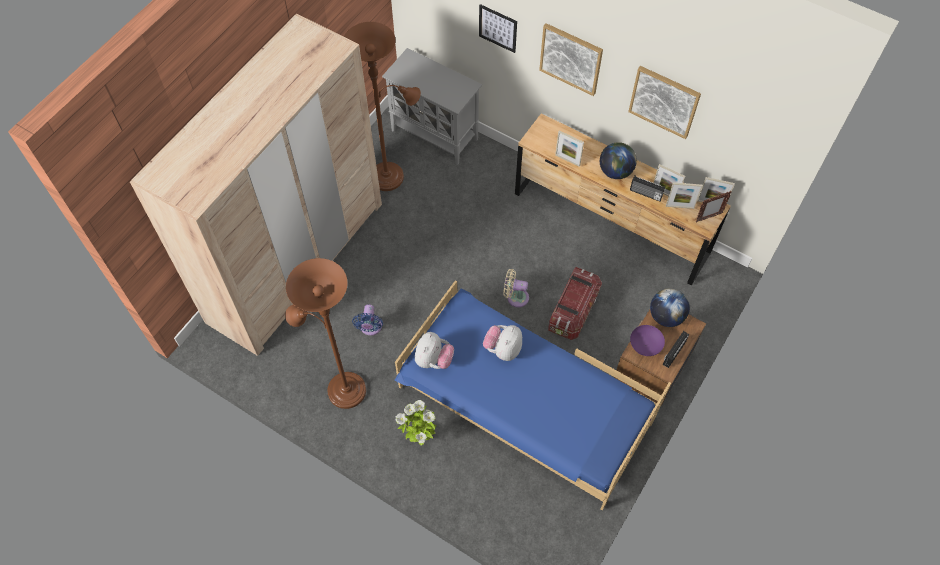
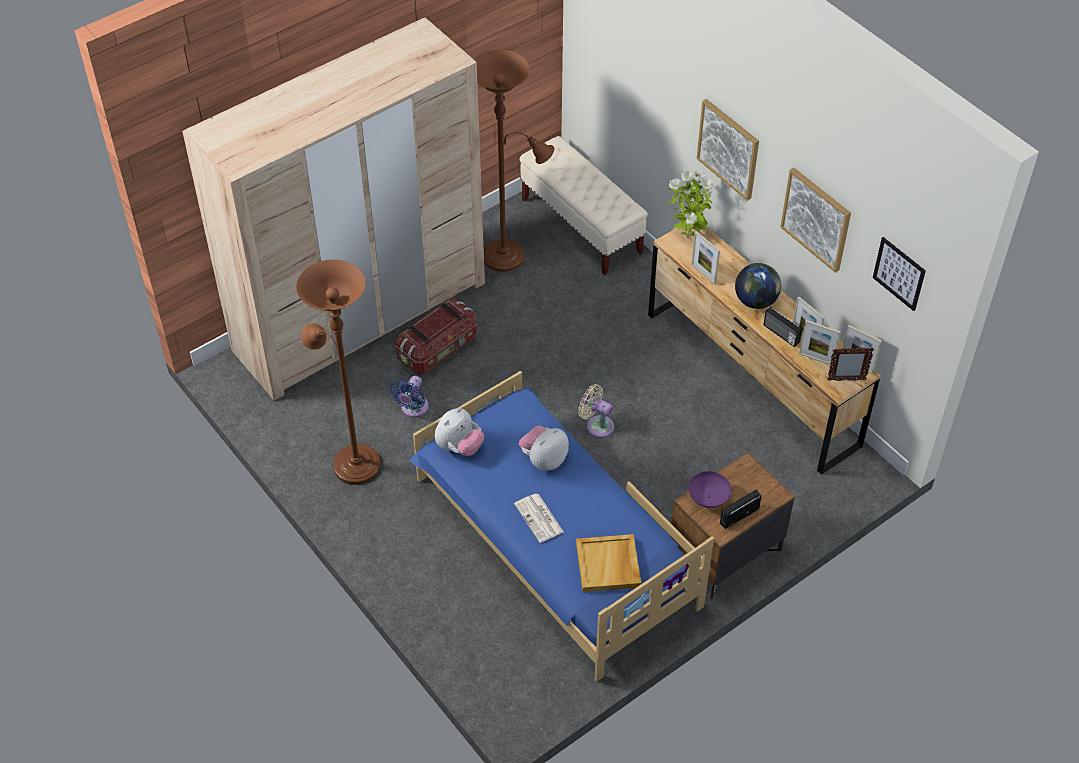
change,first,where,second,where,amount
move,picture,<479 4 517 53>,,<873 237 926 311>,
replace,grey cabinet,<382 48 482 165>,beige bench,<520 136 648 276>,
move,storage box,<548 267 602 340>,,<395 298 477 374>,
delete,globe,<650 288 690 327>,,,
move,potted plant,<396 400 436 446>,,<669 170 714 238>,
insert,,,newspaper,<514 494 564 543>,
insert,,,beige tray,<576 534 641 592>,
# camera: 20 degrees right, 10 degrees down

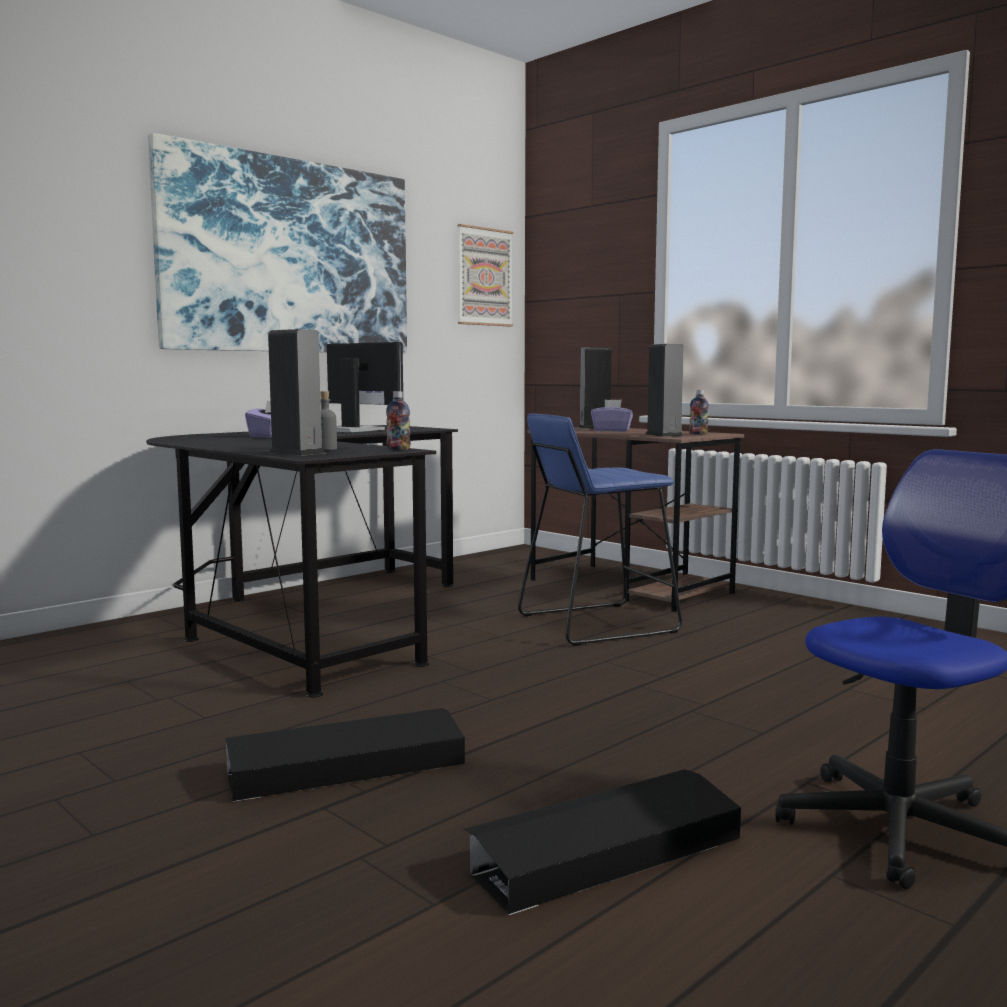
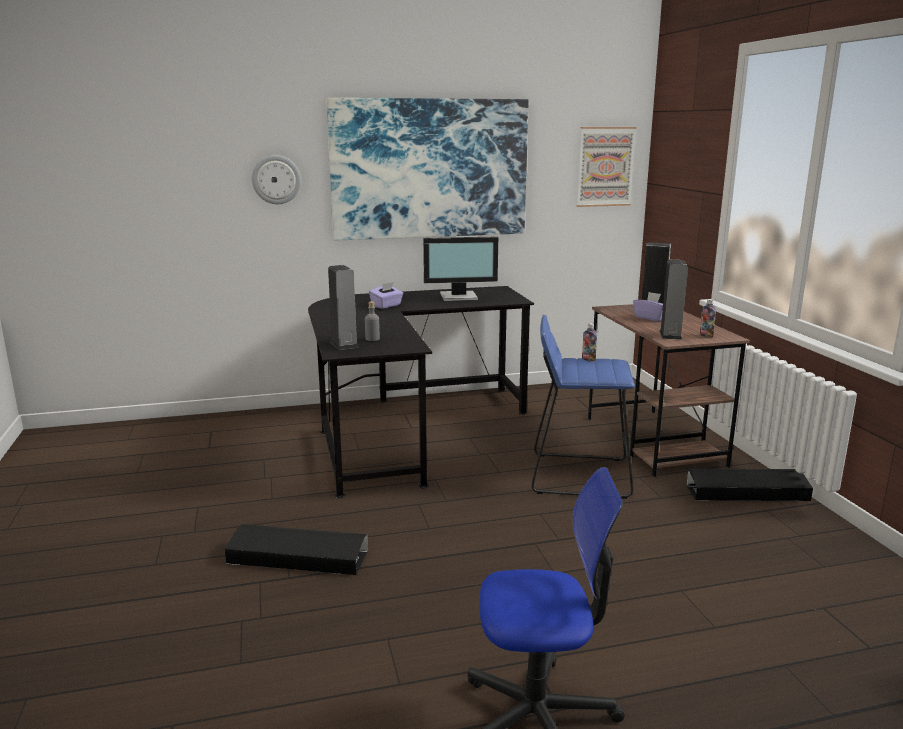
change,first,where,second,where,amount
rotate,monitor,<327 342 403 432>,,<423 236 498 301>,105 degrees clockwise
move,bottle,<386 391 411 450>,,<582 323 597 361>,
move,black storage box,<463 769 741 915>,,<687 469 813 501>,
insert,,,wall clock,<252 155 301 204>,
# camera: 30 degrees right, 10 degrees up

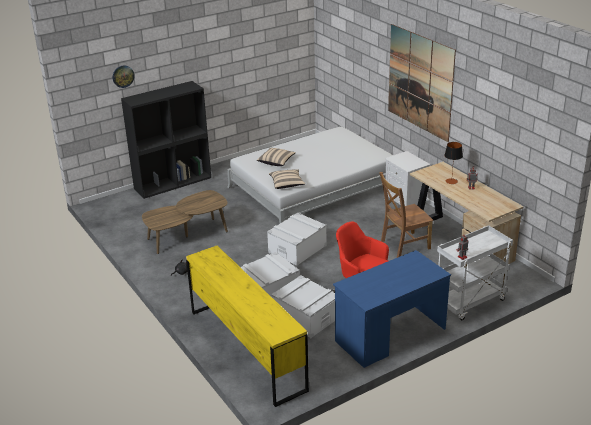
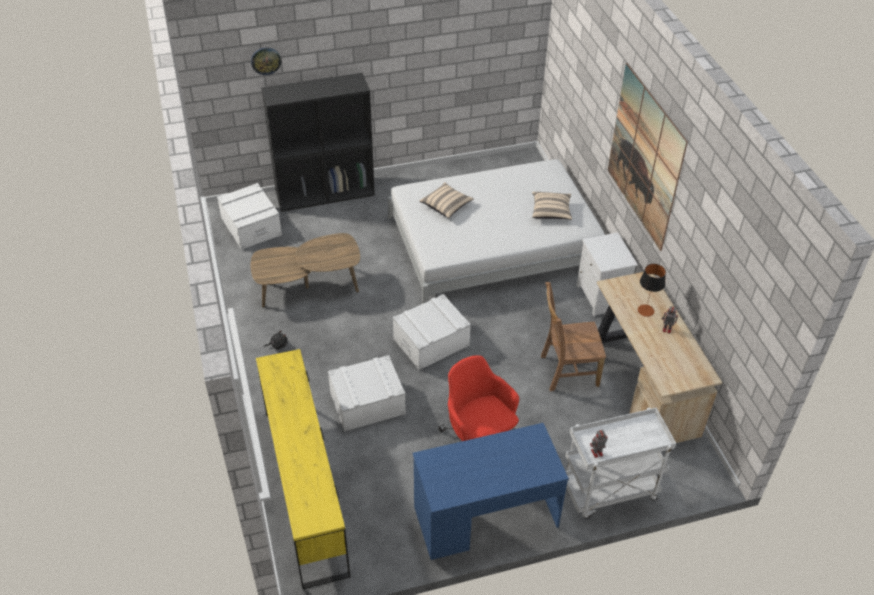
change,first,where,second,where,amount
move,beige pillow,<269 170 305 189>,,<532 192 572 220>,
move,white storage box,<271 275 335 338>,,<217 183 282 250>,
# camera: 15 degrees right, 15 degrees up

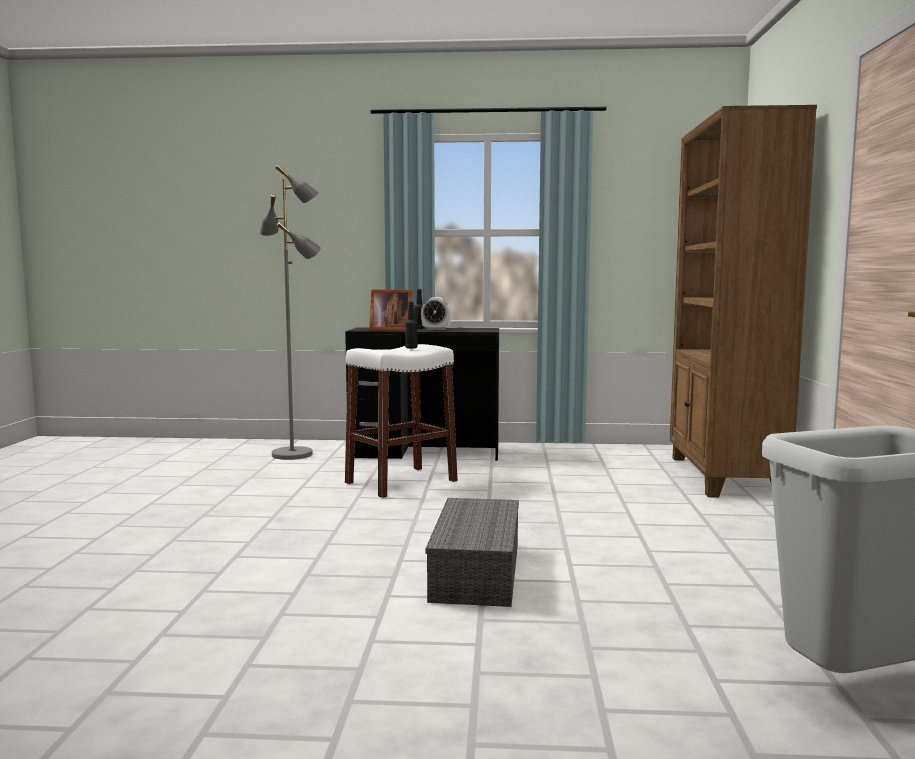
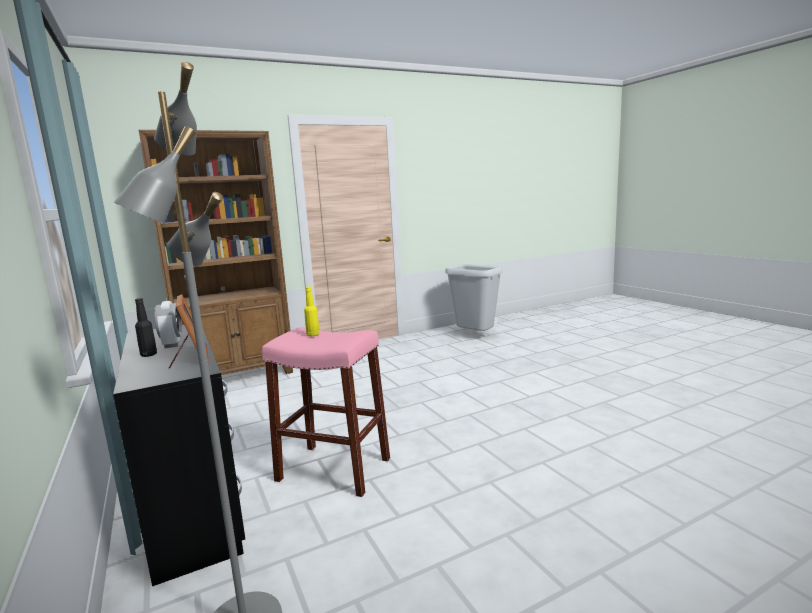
change,first,where,second,where,amount
recolor,black bottle,<405 302 418 349>,yellow bottle,<304 286 320 336>,
recolor,white stool,<345 344 458 498>,pink stool,<262 327 390 497>,
delete,grey storage box,<426 498 519 607>,,,
# camera: 120 degrees left, 5 degrees up

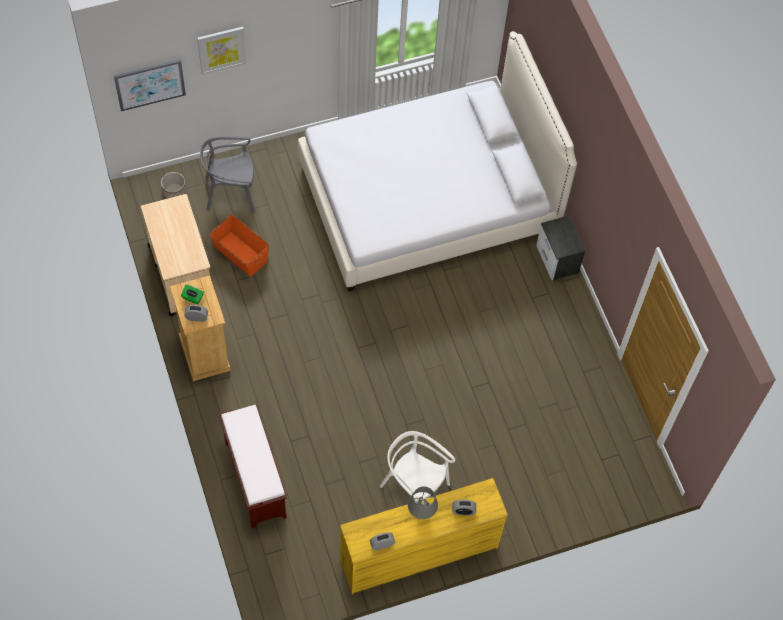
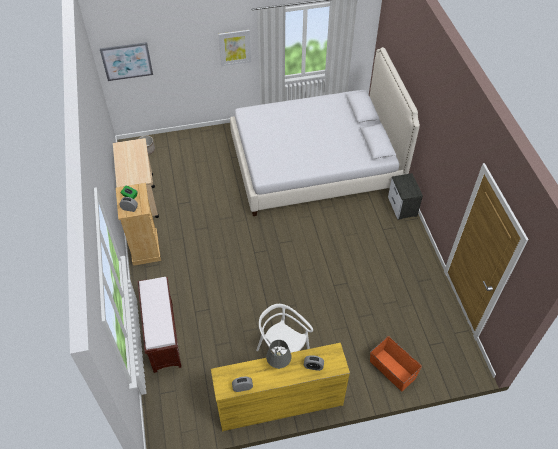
change,first,where,second,where,amount
move,picture,<197 27 247 75>,,<218 30 251 66>,
delete,grey chair,<200 136 255 213>,,,
move,orange storage box,<209 214 269 277>,,<370 336 422 391>,
# camera: 10 degrees right, 10 degrees down

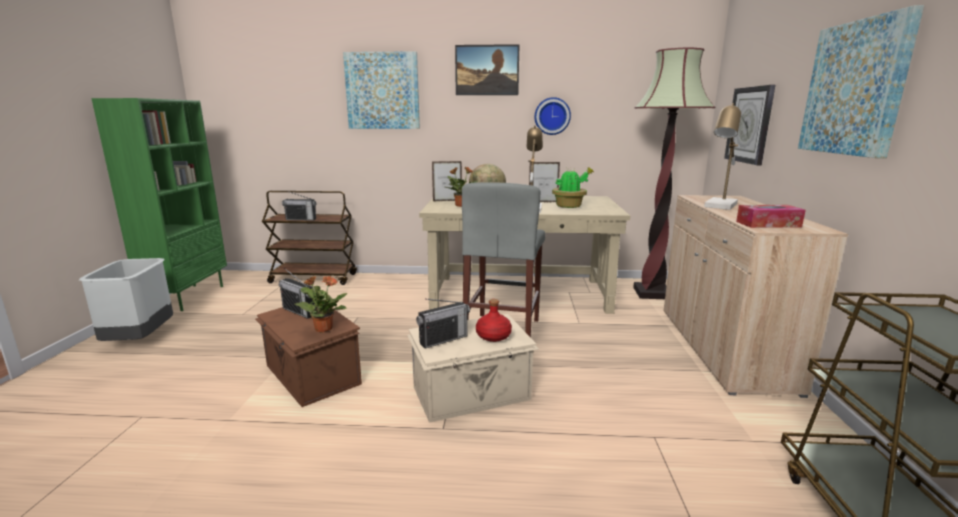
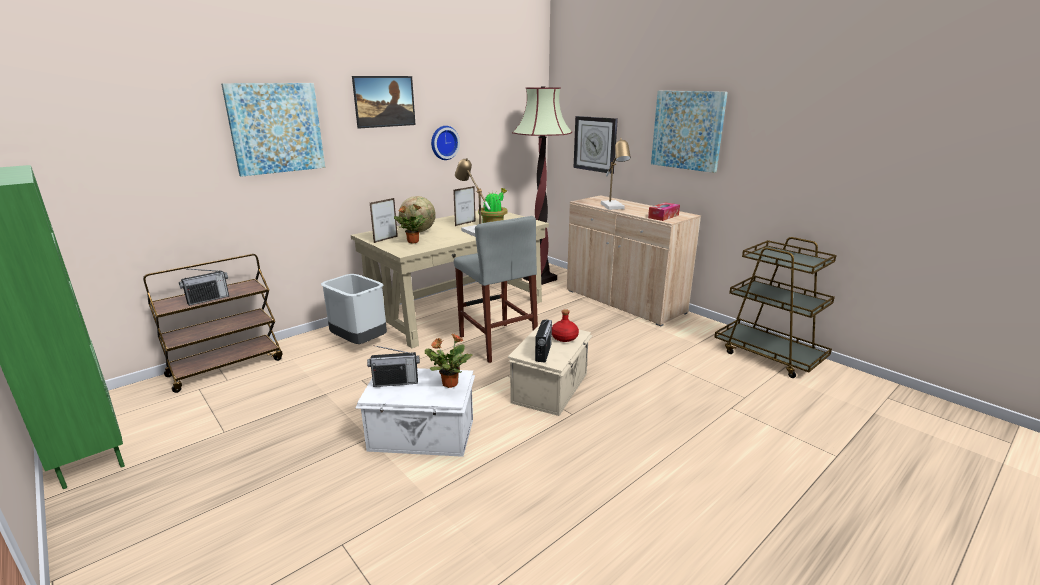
change,first,where,second,where,amount
move,grey trash can,<79 258 173 341>,,<321 274 387 344>,
recolor,brown storage box,<255 299 362 407>,white storage box,<355 368 475 457>,
# camera: 45 degrees left, 5 degrees up

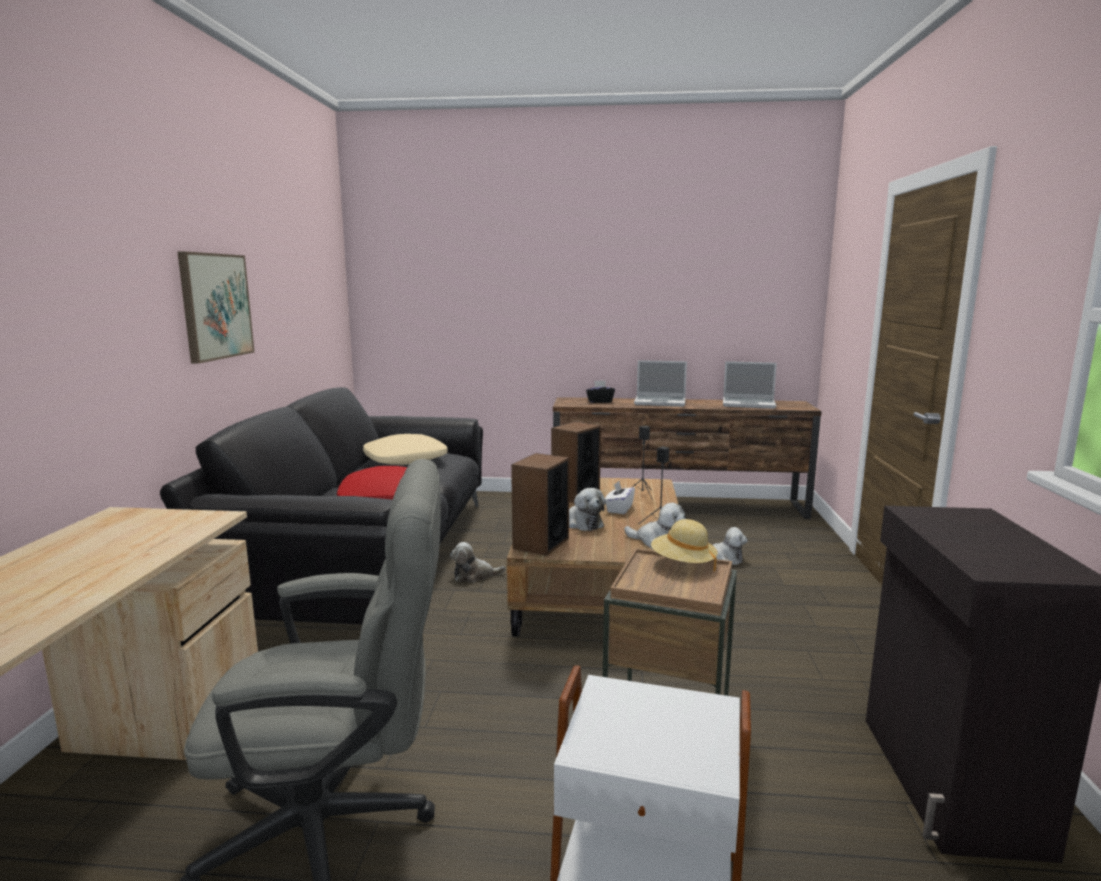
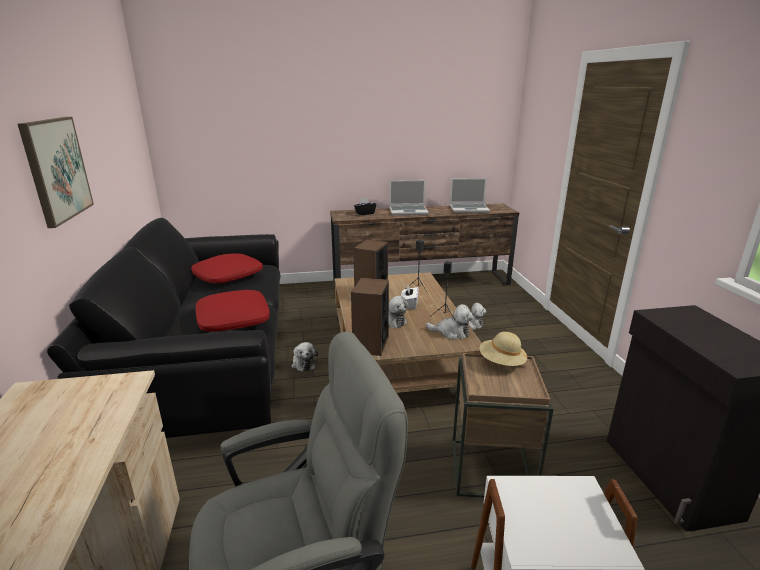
change,first,where,second,where,amount
recolor,beige pillow,<363 434 448 465>,red pillow,<191 253 263 283>,
rotate,plush toy,<450 542 506 583>,,<292 342 318 372>,90 degrees counterclockwise
# camera: 15 degrees left, 10 degrees up

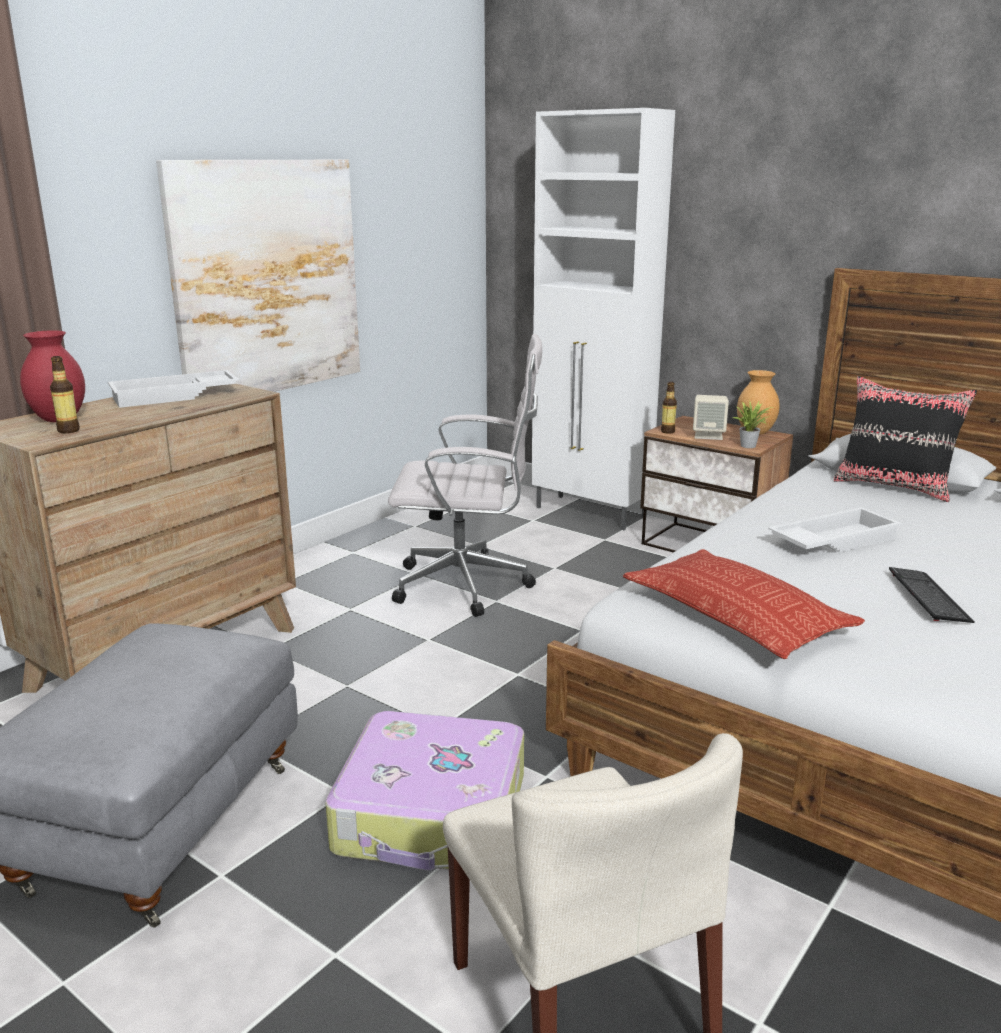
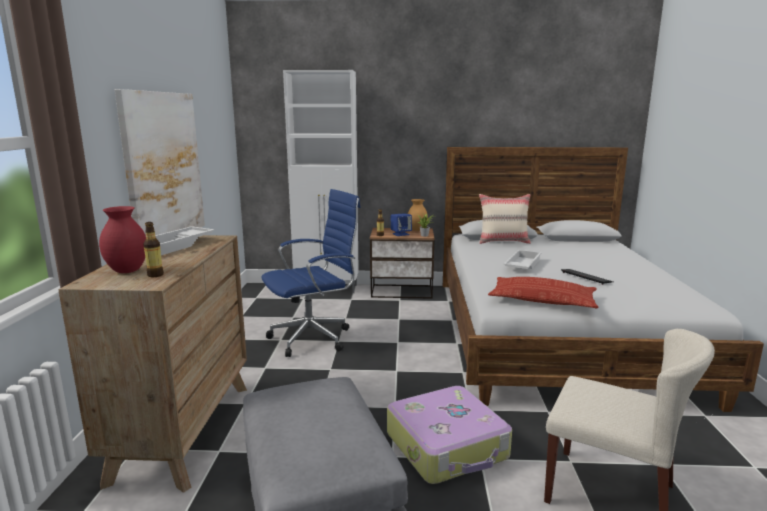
change,first,where,second,where,amount
recolor,white office chair,<388 334 542 617>,blue office chair,<262 189 360 357>,
recolor,black pillow,<834 376 977 502>,beige pillow,<479 194 531 244>,
recolor,beige speaker,<693 395 729 440>,blue speaker,<390 213 412 236>,
# camera: 35 degrees left, 5 degrees down

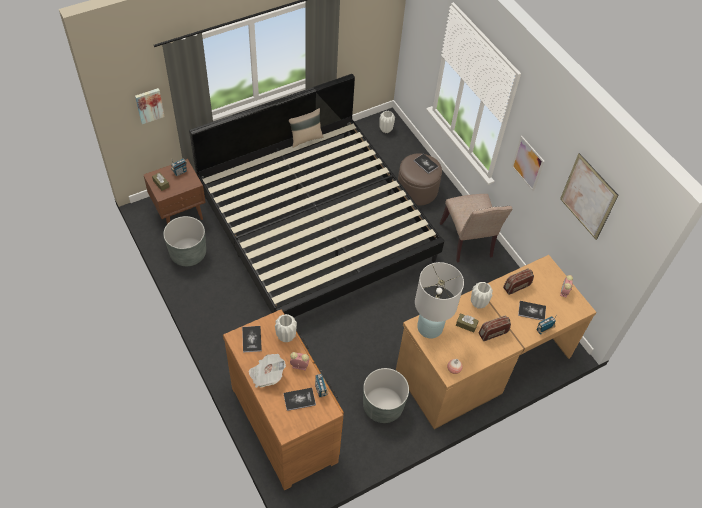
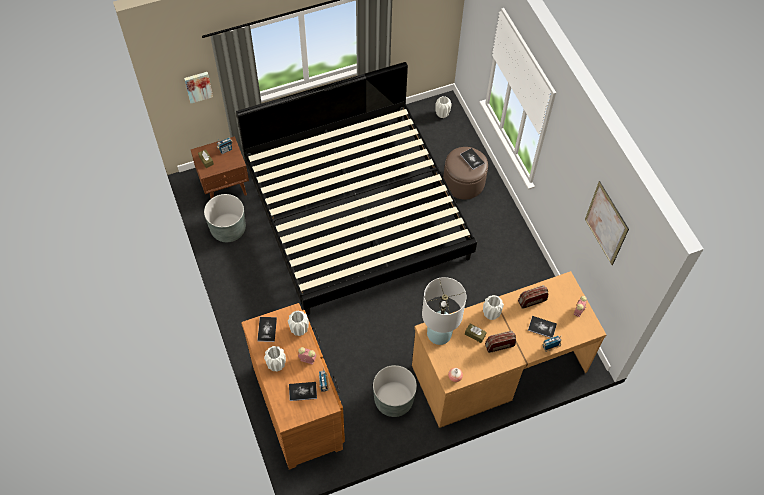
change,first,where,second,where,amount
delete,beige pillow,<289 108 324 148>,,,
delete,picture,<511 136 545 191>,,,
delete,beige chair,<440 194 512 262>,,,
replace,newspaper,<249 354 286 388>,white vase,<264 346 286 372>,
# camera: 10 degrees right, 5 degrees up

